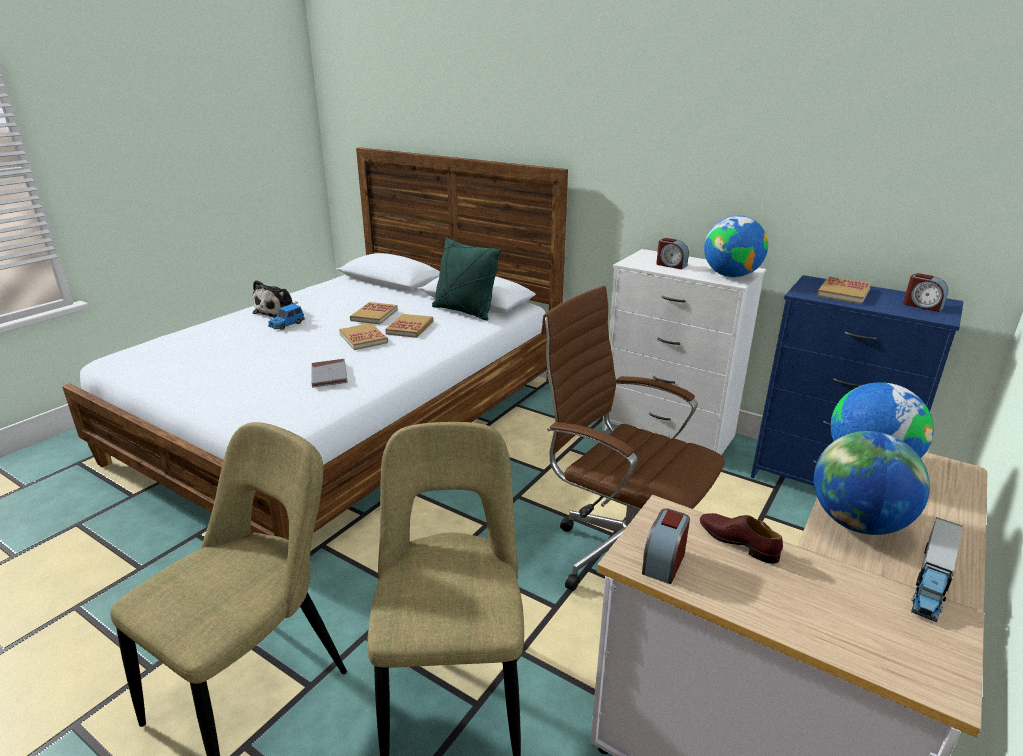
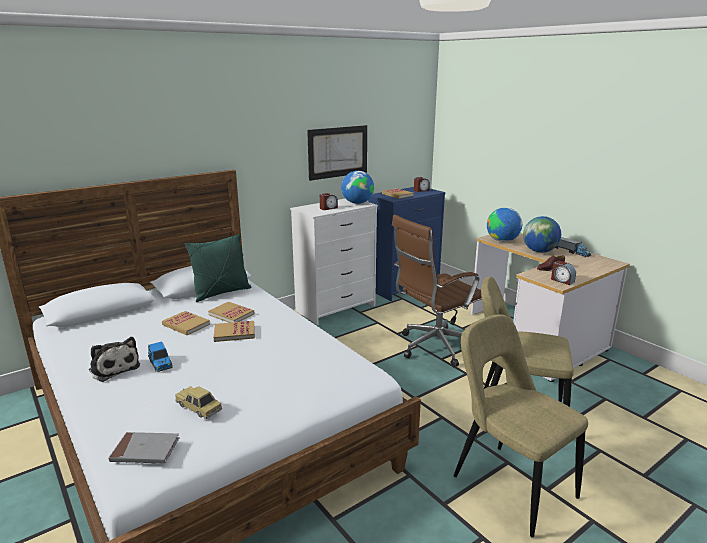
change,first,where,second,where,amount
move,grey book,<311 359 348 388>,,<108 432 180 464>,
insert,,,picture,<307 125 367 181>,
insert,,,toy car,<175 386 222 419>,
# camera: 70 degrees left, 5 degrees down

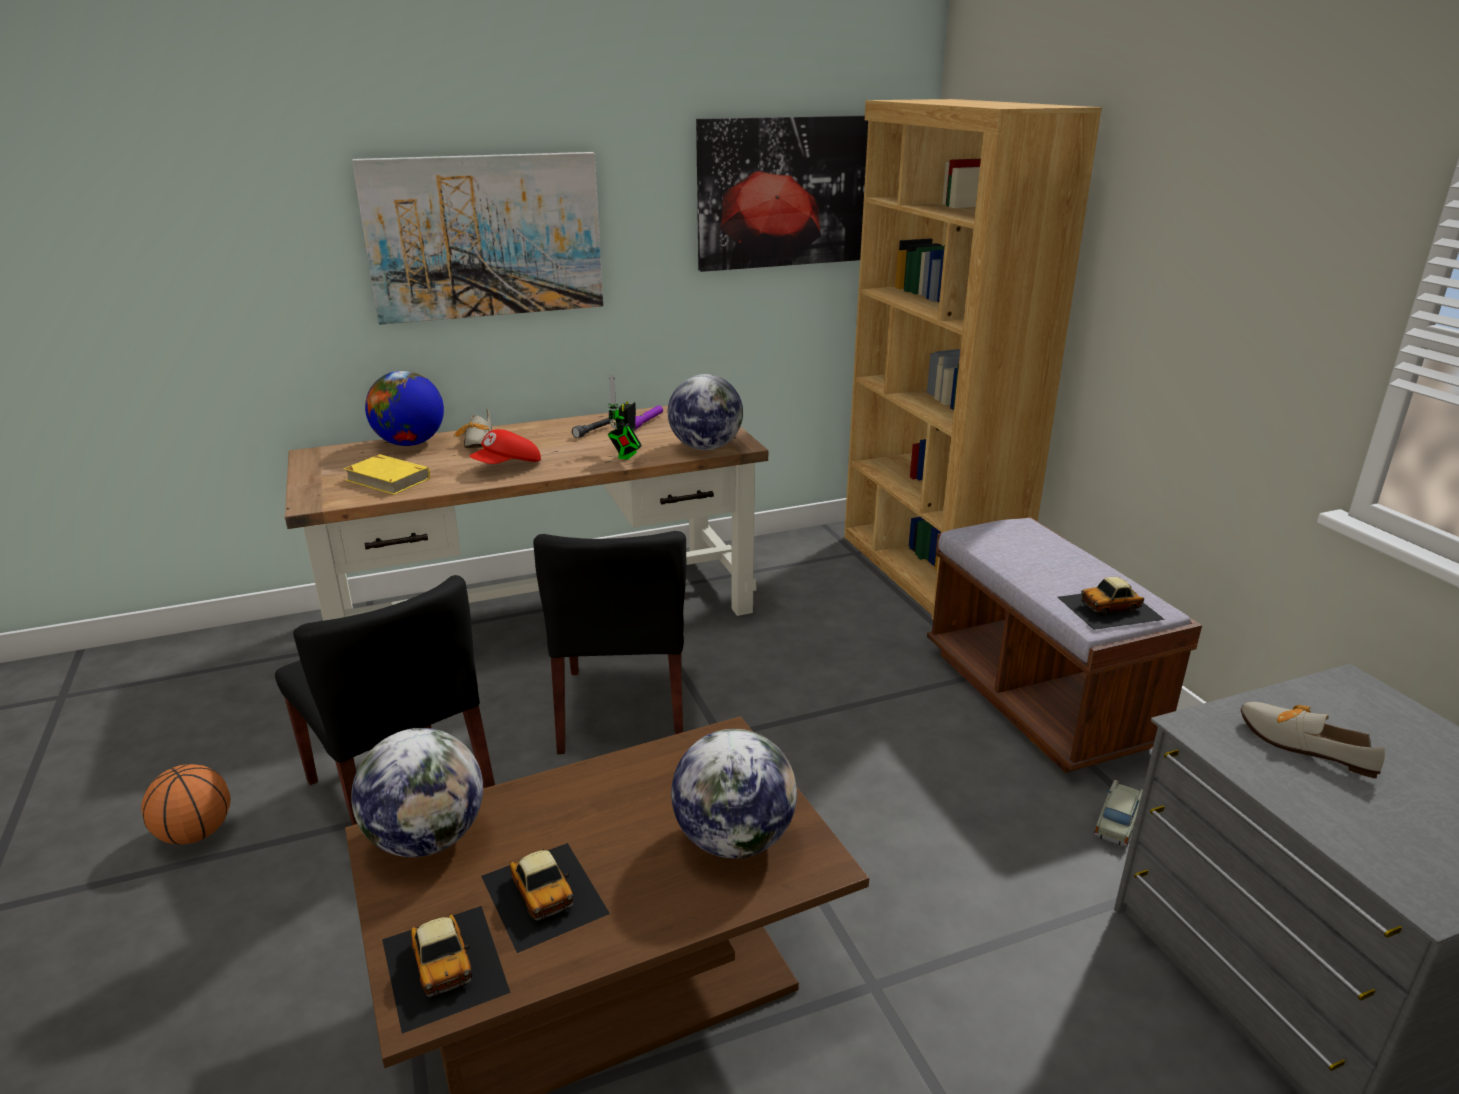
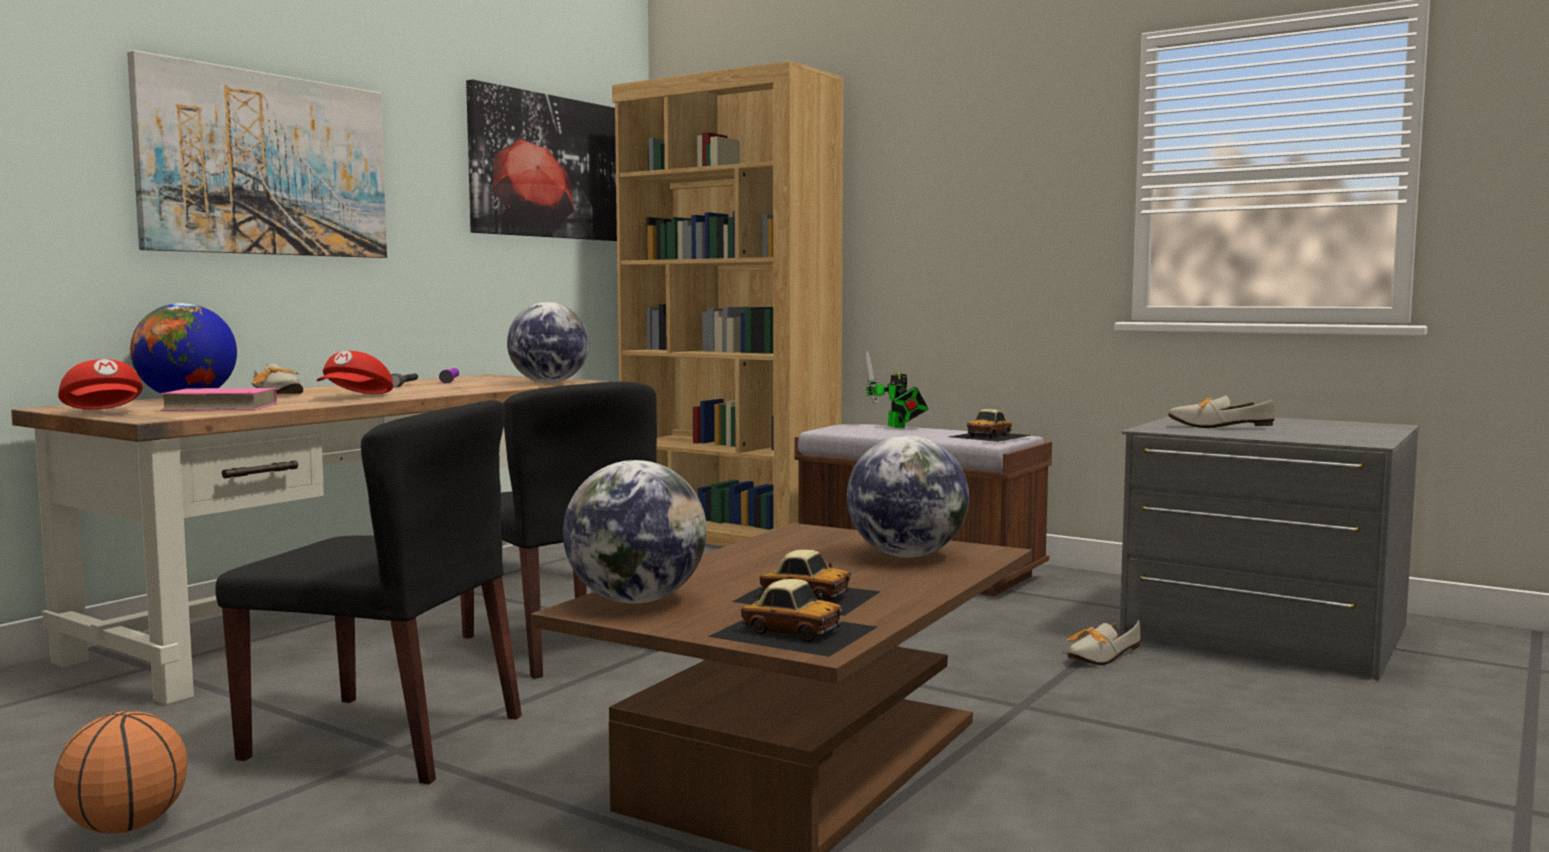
change,first,where,second,where,amount
move,toy robot,<607 374 642 460>,,<865 351 928 428>,
recolor,yellow book,<344 454 430 495>,pink book,<160 388 277 411>,
delete,beige toy car,<1094 780 1143 847>,,,
insert,,,red cap,<58 359 143 410>,
insert,,,shoe,<1067 620 1141 665>,
# camera: 35 degrees left, 20 degrees down

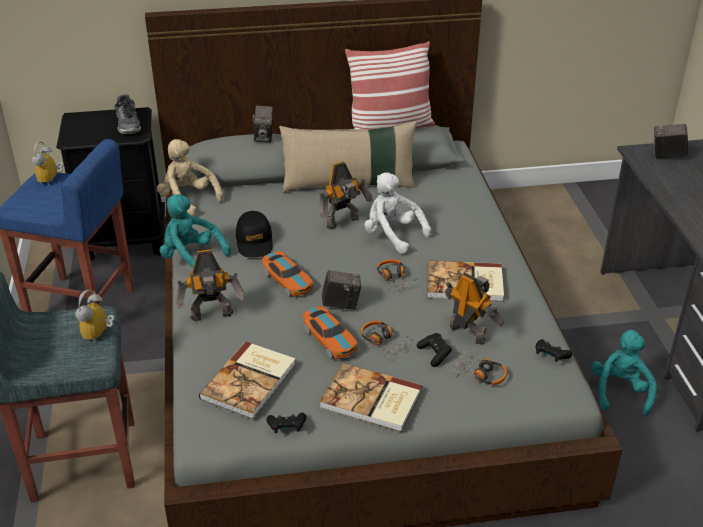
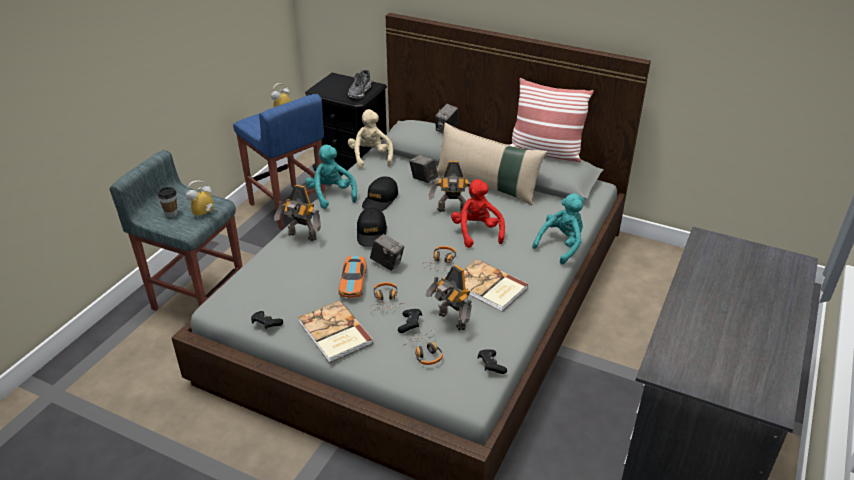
change,first,where,second,where,amount
move,photo camera,<653 124 688 159>,,<409 155 438 183>,
recolor,white plush toy,<365 173 431 254>,red plush toy,<451 179 505 248>,
replace,toy car,<262 251 314 297>,black cap,<357 208 387 247>,
rotate,toy robot,<445 273 505 345>,,<425 265 472 330>,150 degrees clockwise
move,turquoise plush toy,<591 330 657 416>,,<532 193 584 264>,
delete,book,<199 342 296 420>,,,
insert,,,cup,<157 187 178 217>,
# camera: 35 degrees right, 0 degrees up

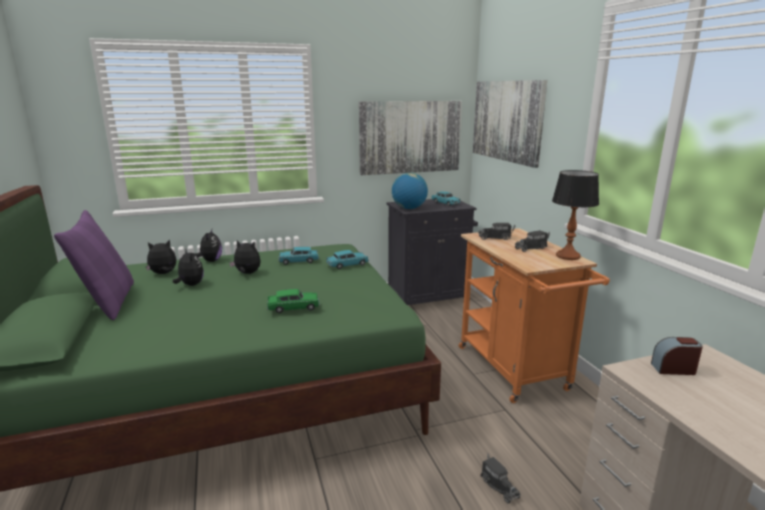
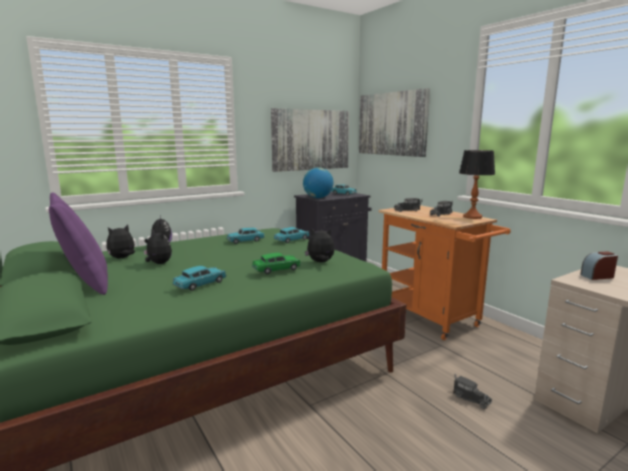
change,first,where,second,where,amount
move,plush toy,<229 240 261 274>,,<305 228 335 262>,
insert,,,turquoise toy car,<173 266 227 291>,
# camera: 15 degrees left, 5 degrees down

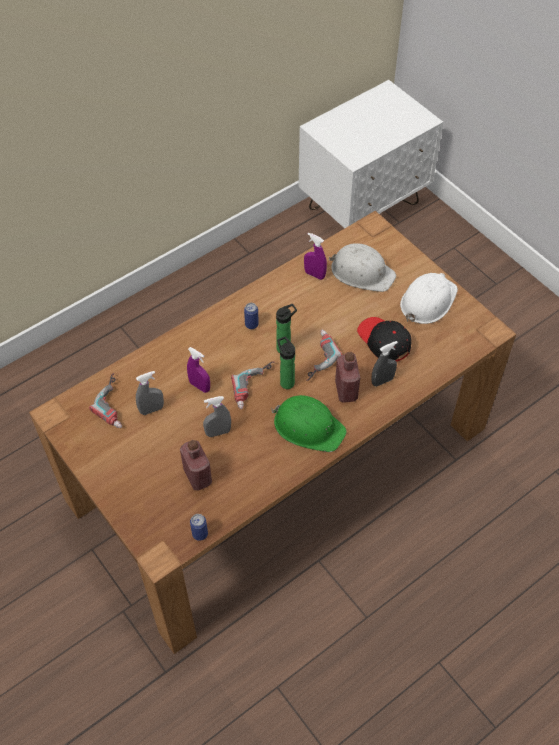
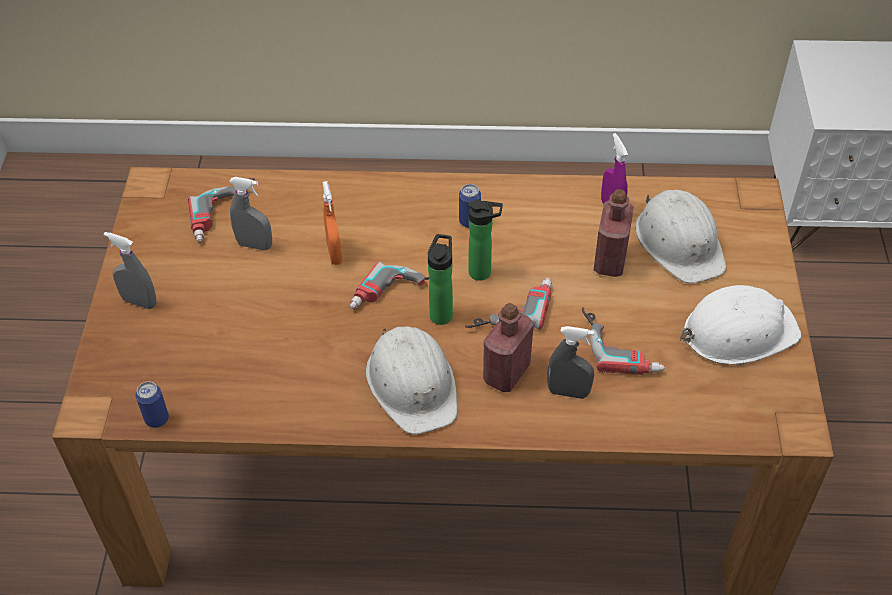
change,first,where,second,where,amount
replace,black cap,<357 317 412 362>,power drill,<582 307 665 375>,
recolor,purple spray bottle,<187 347 210 393>,orange spray bottle,<323 181 343 265>,
recolor,green hard hat,<271 395 347 452>,white hard hat,<366 326 457 435>,
move,grey spray bottle,<203 396 231 437>,,<104 232 157 309>,
move,red bottle,<180 440 212 490>,,<594 189 634 277>,
# camera: 40 degrees right, 5 degrees down

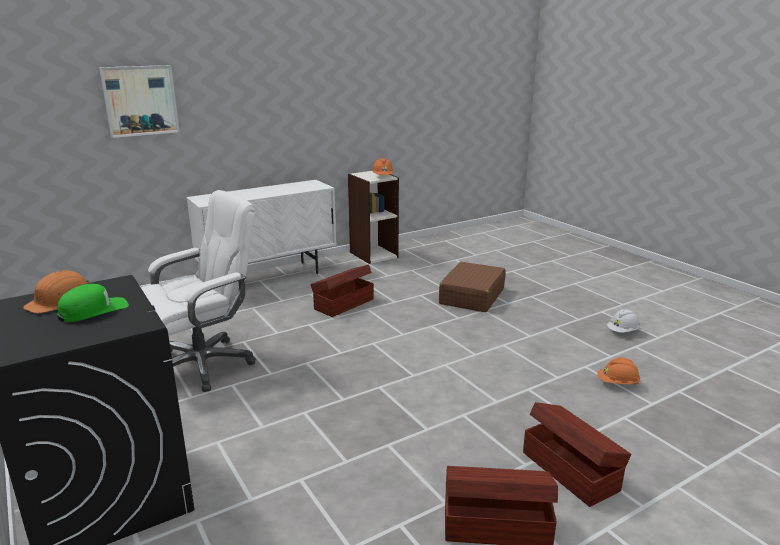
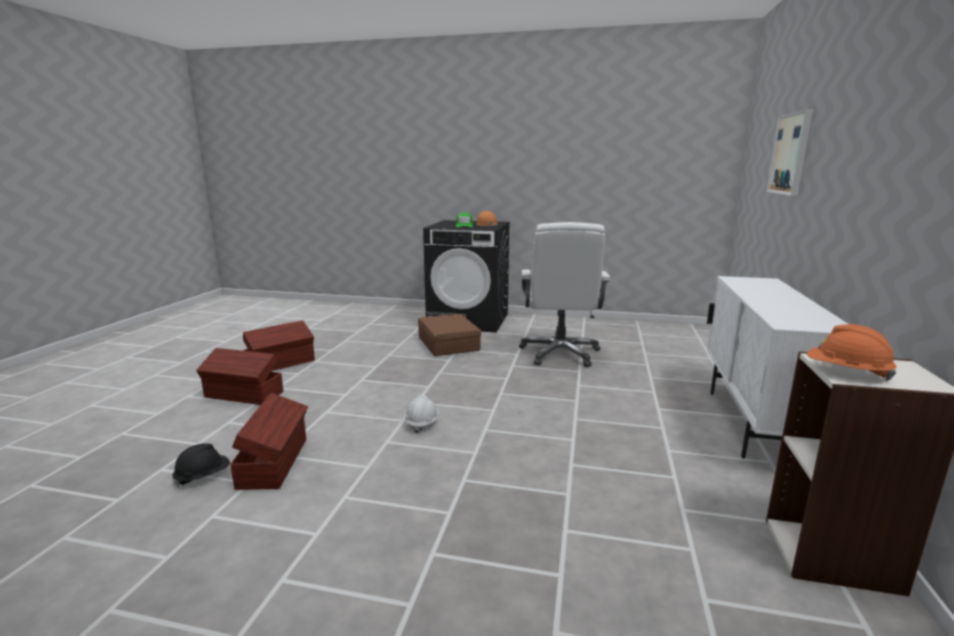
change,first,where,second,where,amount
move,brown suitcase,<439 262 505 312>,,<418 314 481 356>,
move,brown storage box,<310 265 374 317>,,<230 393 308 490>,
move,white hard hat,<607 309 640 333>,,<405 395 439 433>,
recolor,orange hard hat,<598 358 640 385>,black hard hat,<172 443 230 487>,
# camera: 135 degrees right, 5 degrees down

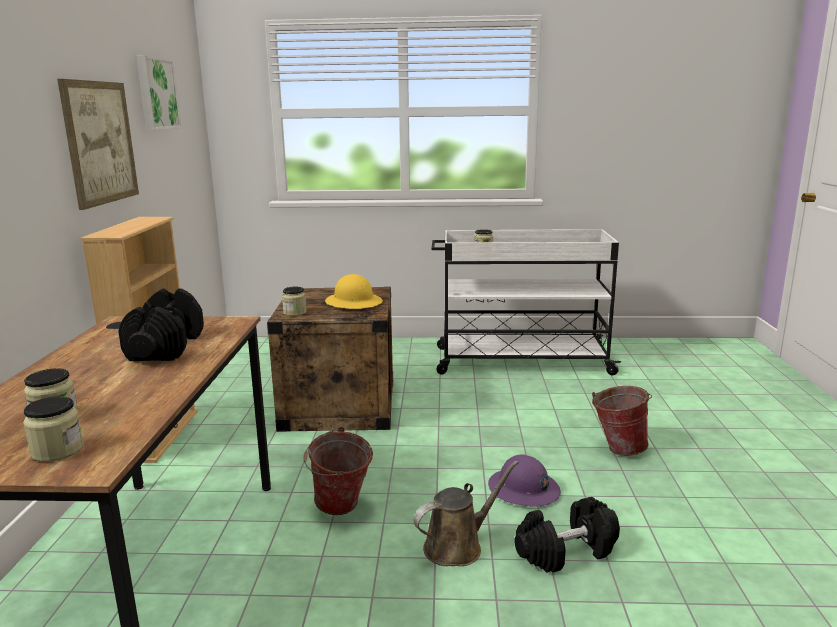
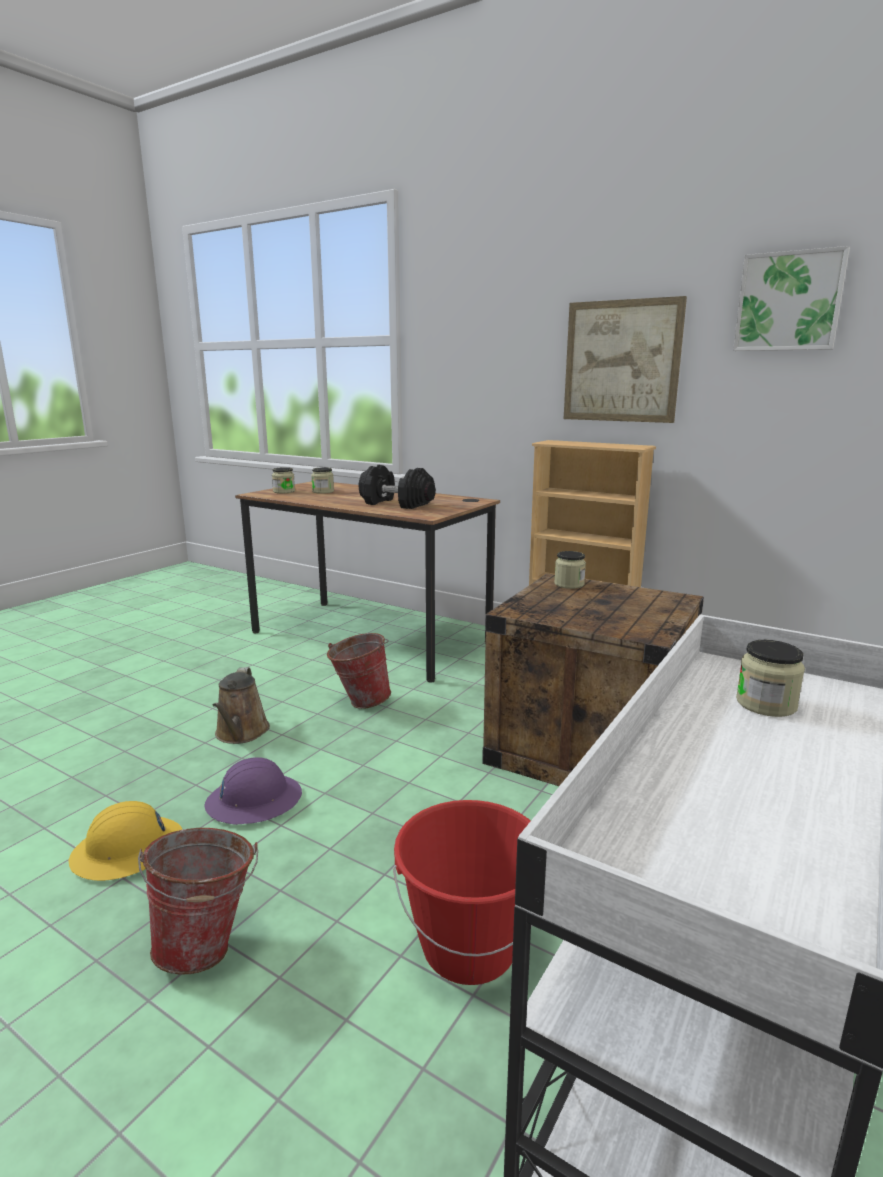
change,first,where,second,where,amount
move,yellow hard hat,<325 274 383 309>,,<68 801 183 881>,
delete,black dumbbell,<514 497 620 573>,,,
insert,,,red bucket,<393 800 532 985>,
# camera: 120 degrees right, 0 degrees up

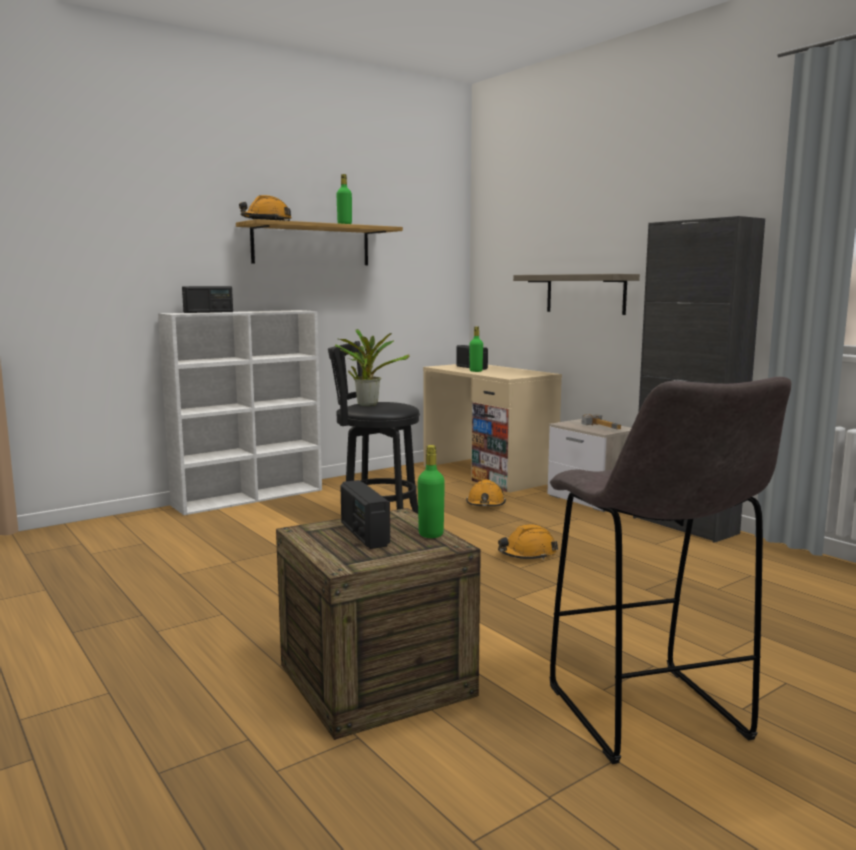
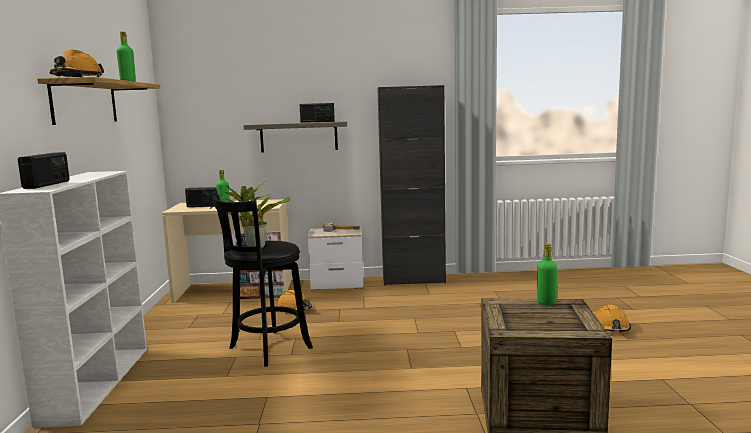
change,first,where,second,where,amount
delete,grey stool,<549 377 791 764>,,,
move,radio,<340 480 390 549>,,<299 103 335 123>,
move,orange hard hat,<498 524 558 560>,,<595 305 631 332>,
# camera: 55 degrees left, 0 degrees up

